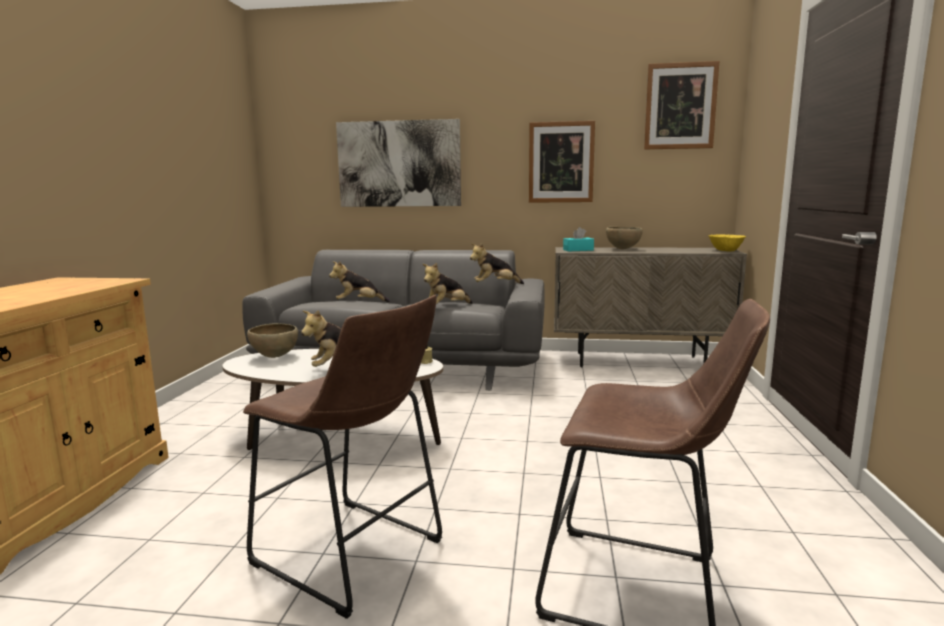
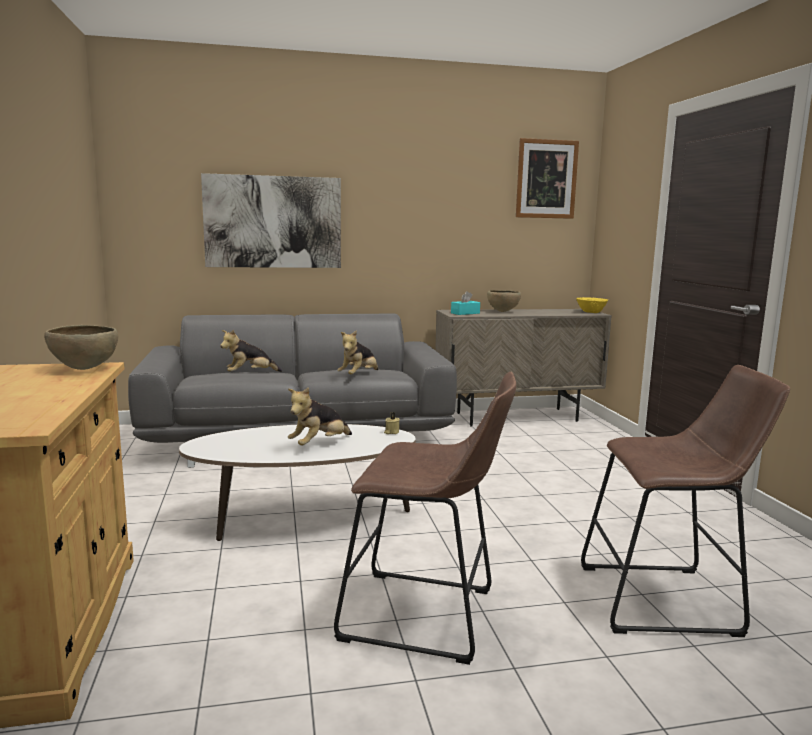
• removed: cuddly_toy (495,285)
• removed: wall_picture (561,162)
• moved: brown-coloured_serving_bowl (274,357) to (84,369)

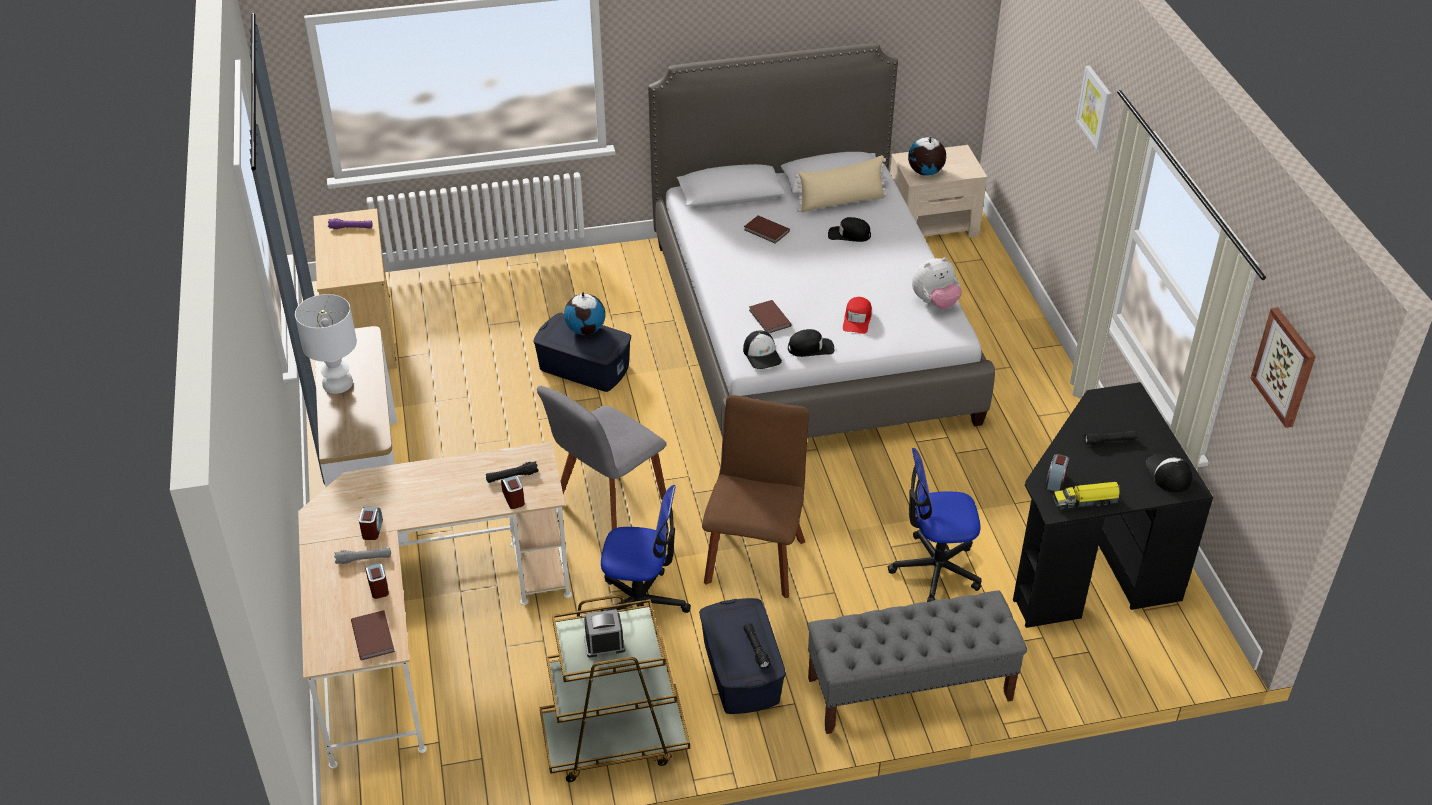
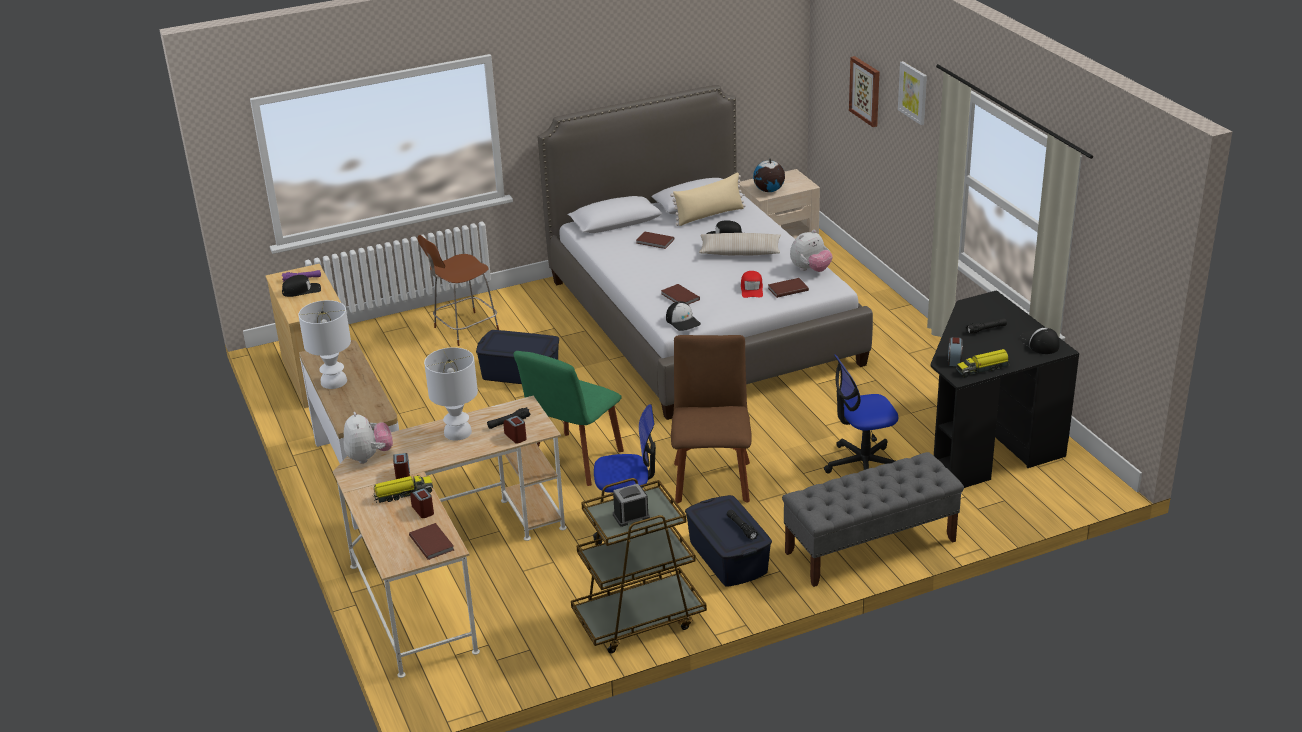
• removed: world_globe (586,330)
• added: cuddly_toy (369,457)
• added: brown-coloured_chair (464,329)
• added: white-coloured_lamp_for_a_table (458,433)
• added: beige_cushion (740,252)
• added: brown-coloured_bound_book (787,289)
• moved: black-coloured_cap (810,348) to (301,290)
• moved: wall_picture (1285,367) to (865,91)
• replaced: gray_hand_torch (364,559) to toy_lorry (403,494)
• recoloured: gray_chair (607,503) to green-coloured_chair (573,461)

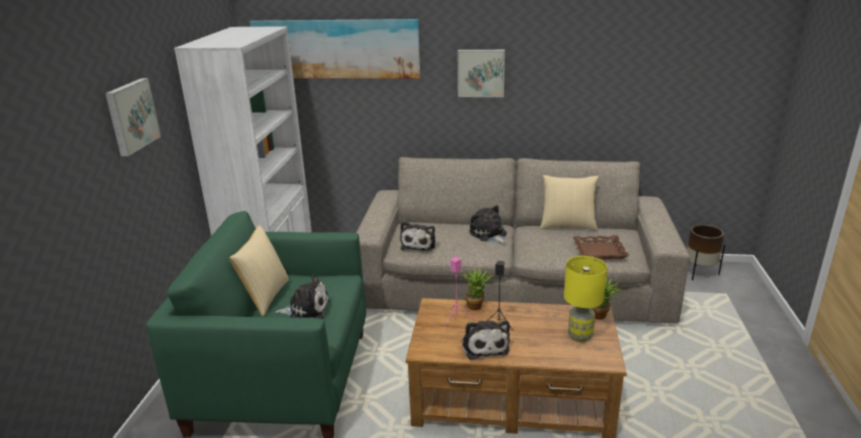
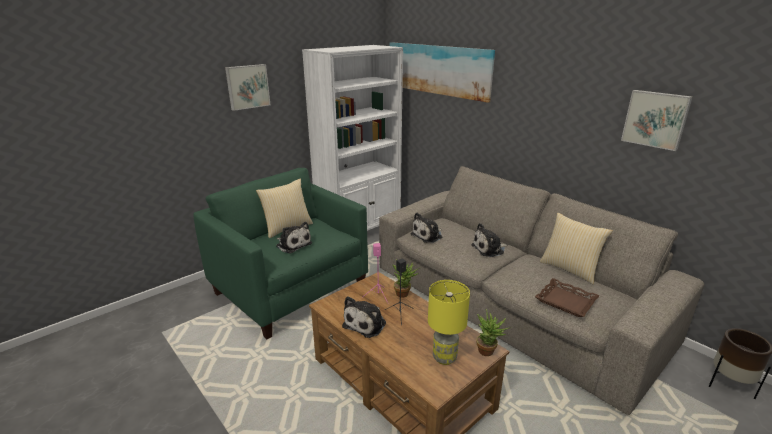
• moved: wall_picture (481,73) to (655,119)
• turned: cuddly_toy (489,234) = (489,249) 120 degrees counterclockwise

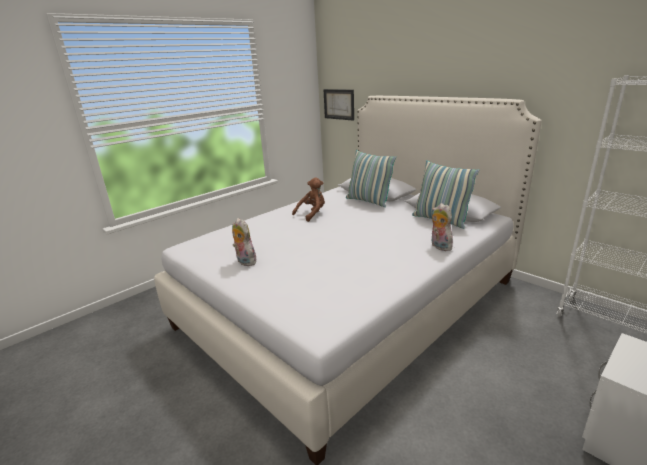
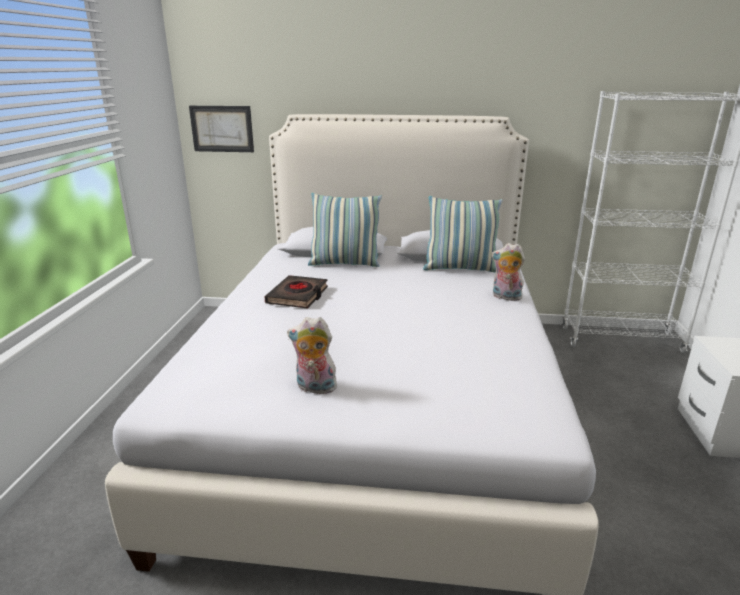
• replaced: brown-coloured_cuddly_toy (312,214) to black-coloured_bound_book (298,296)

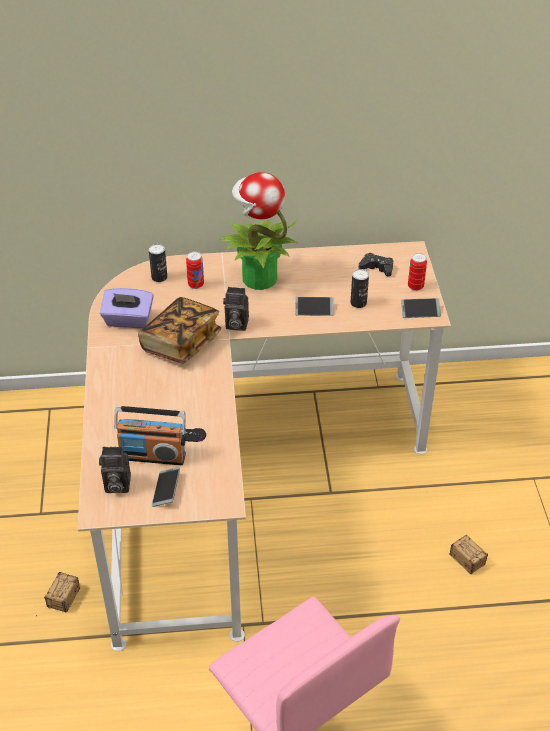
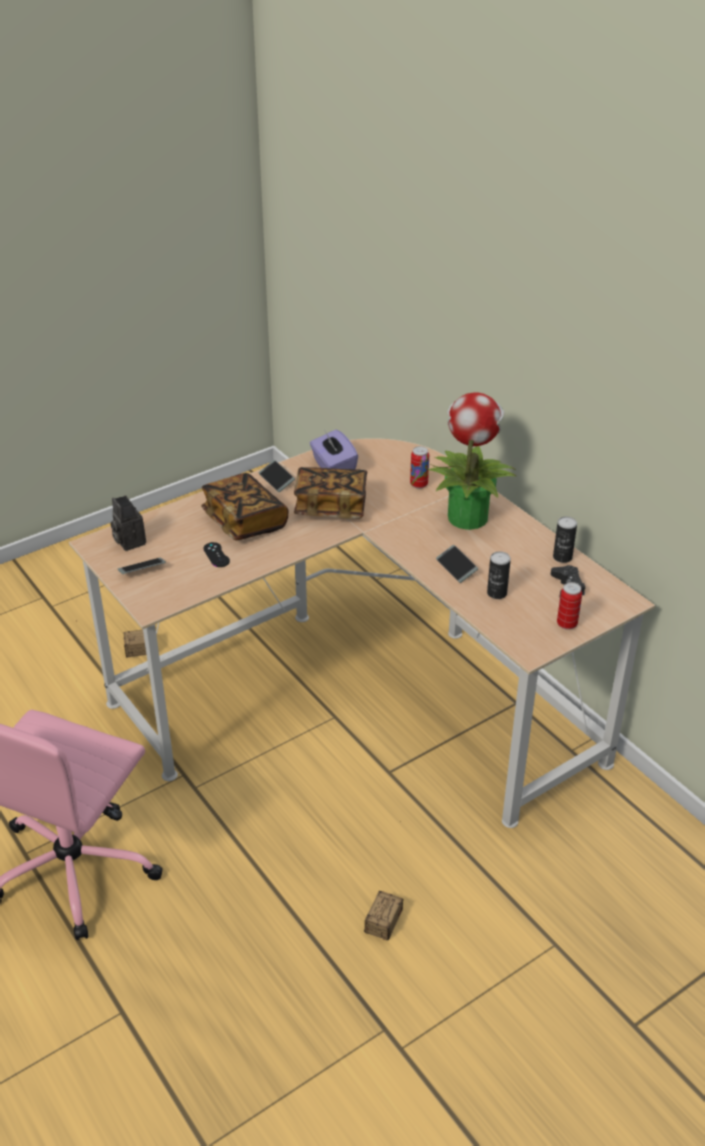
• removed: radio (153,455)
• removed: still_camera (235,324)
• added: bound_book (245,521)
• moved: sealed_can (159,277) to (562,557)
• moved: handset (420,311) to (276,480)

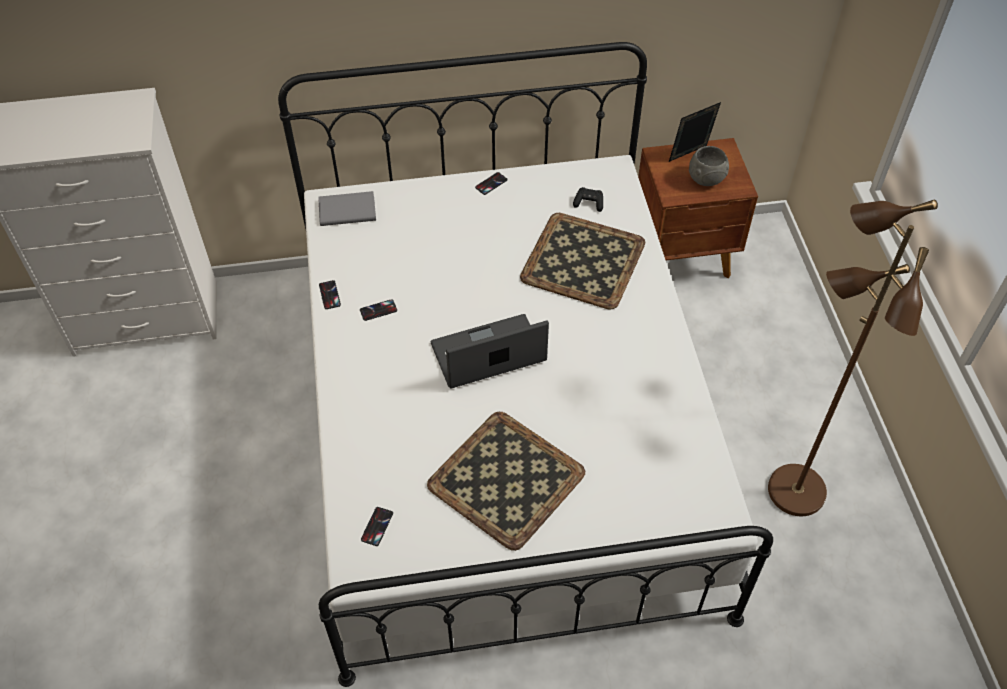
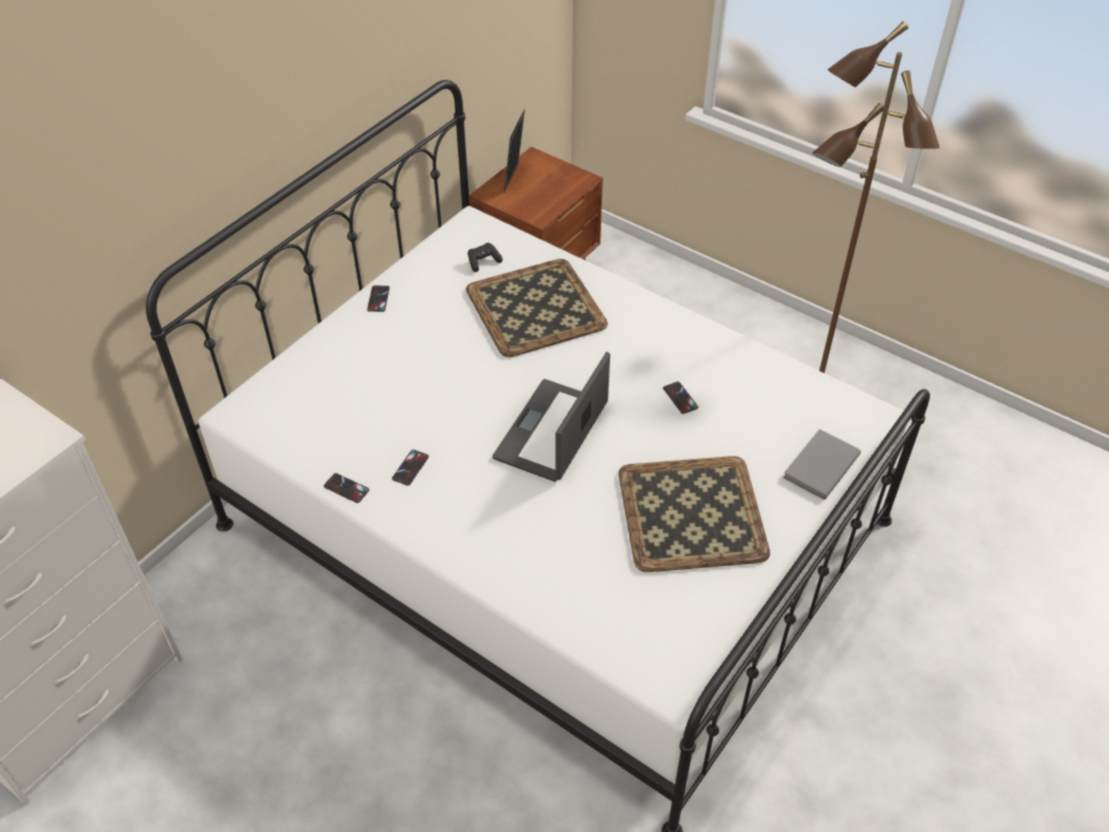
• removed: gray_serving_bowl (705,179)
• moved: gray_bound_book (346,210) to (819,466)
• moved: handset (377,526) to (680,398)

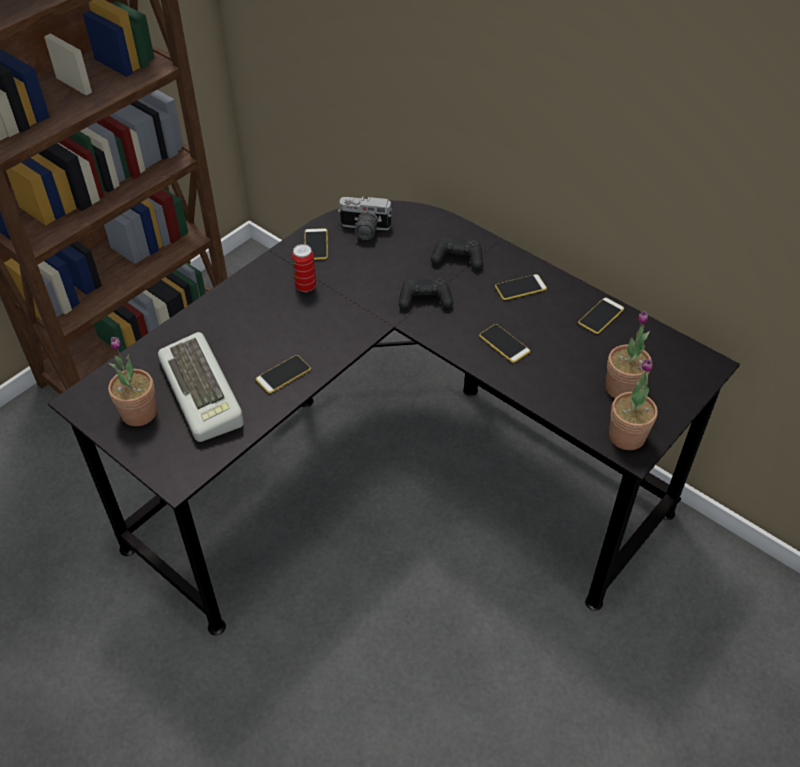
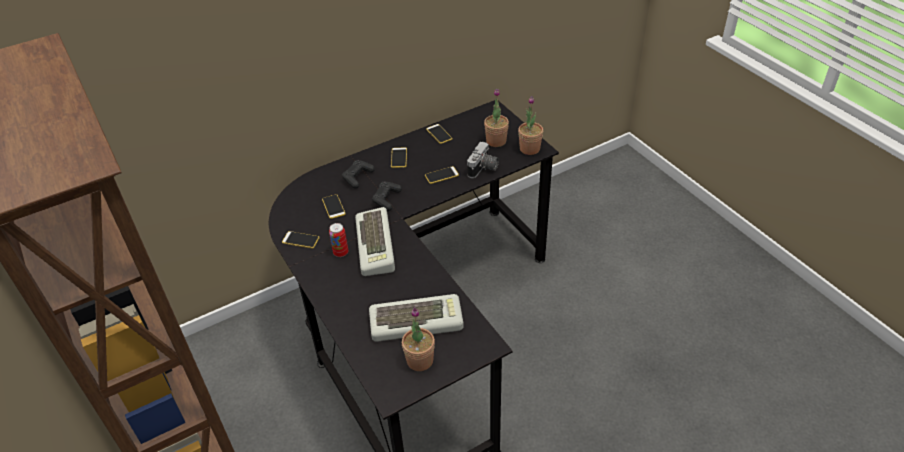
• added: keyboard (377,246)
• moved: handset (283,374) to (333,207)
• moved: still_camera (364,230) to (483,169)

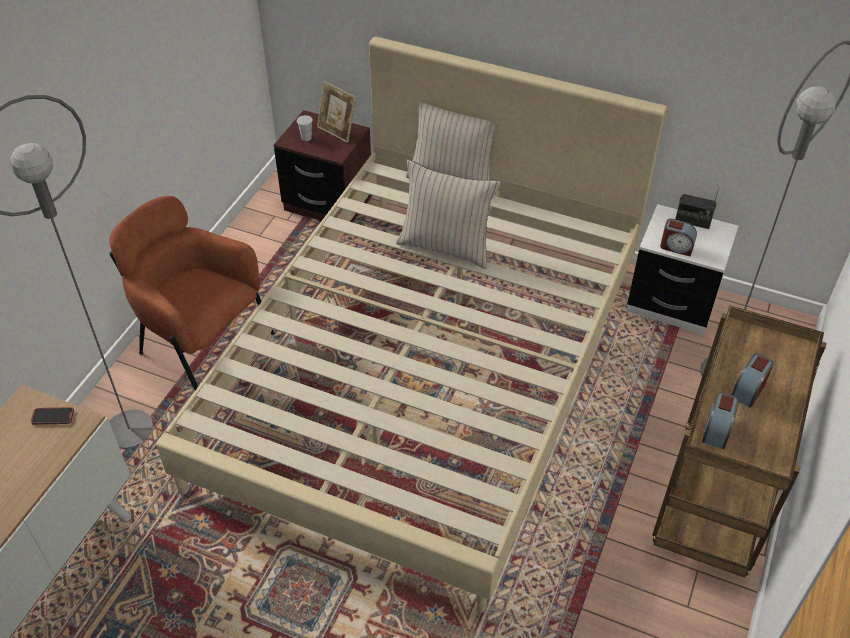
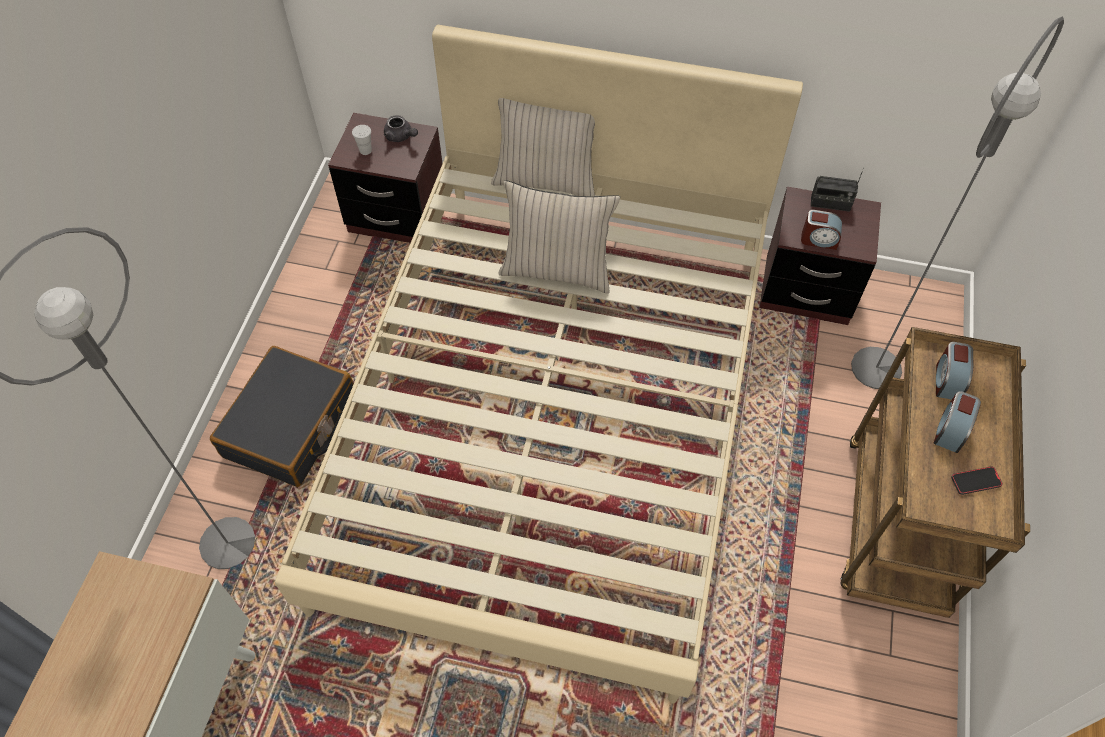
• moved: handset (53,417) to (975,481)
• moved: bedside_clock (716,430) to (947,380)
• replaced: brown-coloured_lounge_chair (202,349) to black-coloured_suitcase (291,426)
• replaced: photo_frame (337,131) to gray_teapot (401,137)
• recoloured: white-coloured_nightstand (671,303) to brown-coloured_nightstand (806,290)

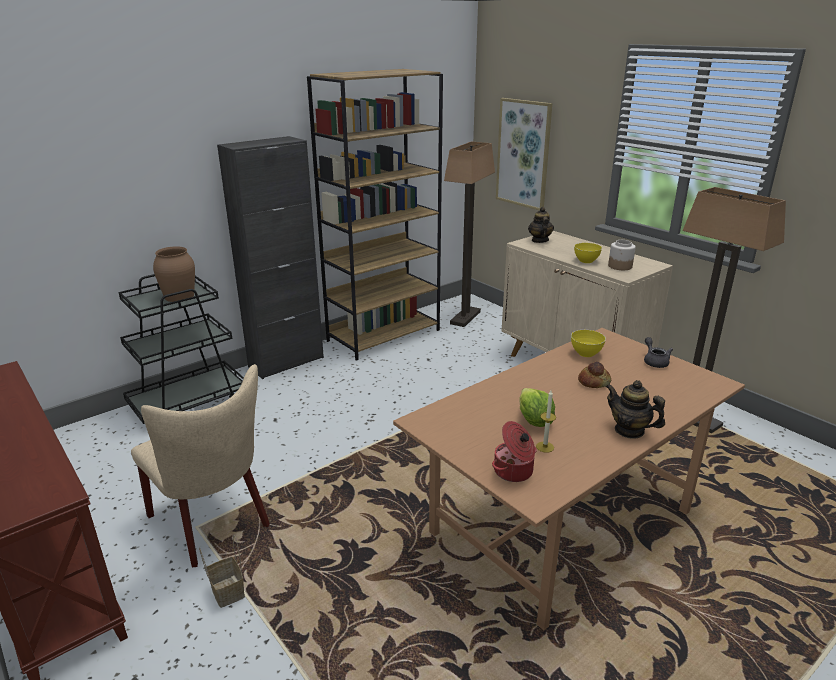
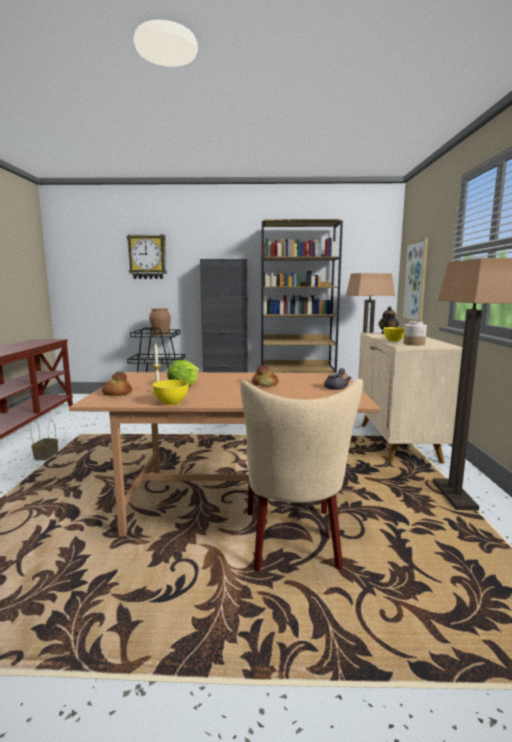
• removed: teapot (629,430)
• added: wall_clock (147,257)
• moved: beige_chair (214,524) to (293,544)
• moved: yellow_serving_bowl (586,353) to (171,403)
• replaced: saucepot (514,471) to bakery_bread (116,393)

